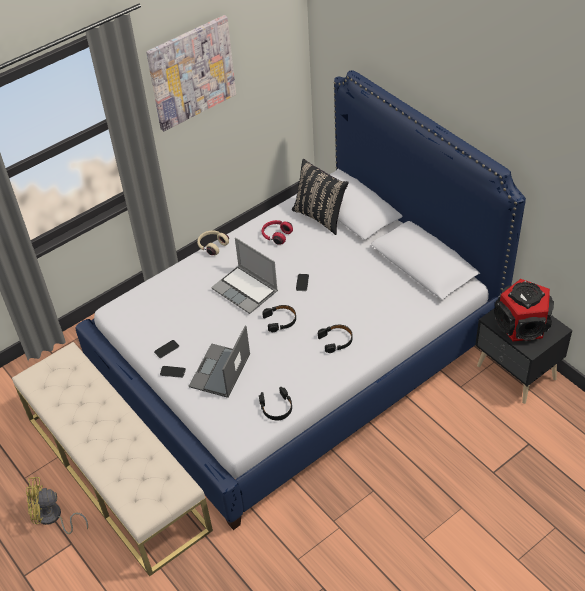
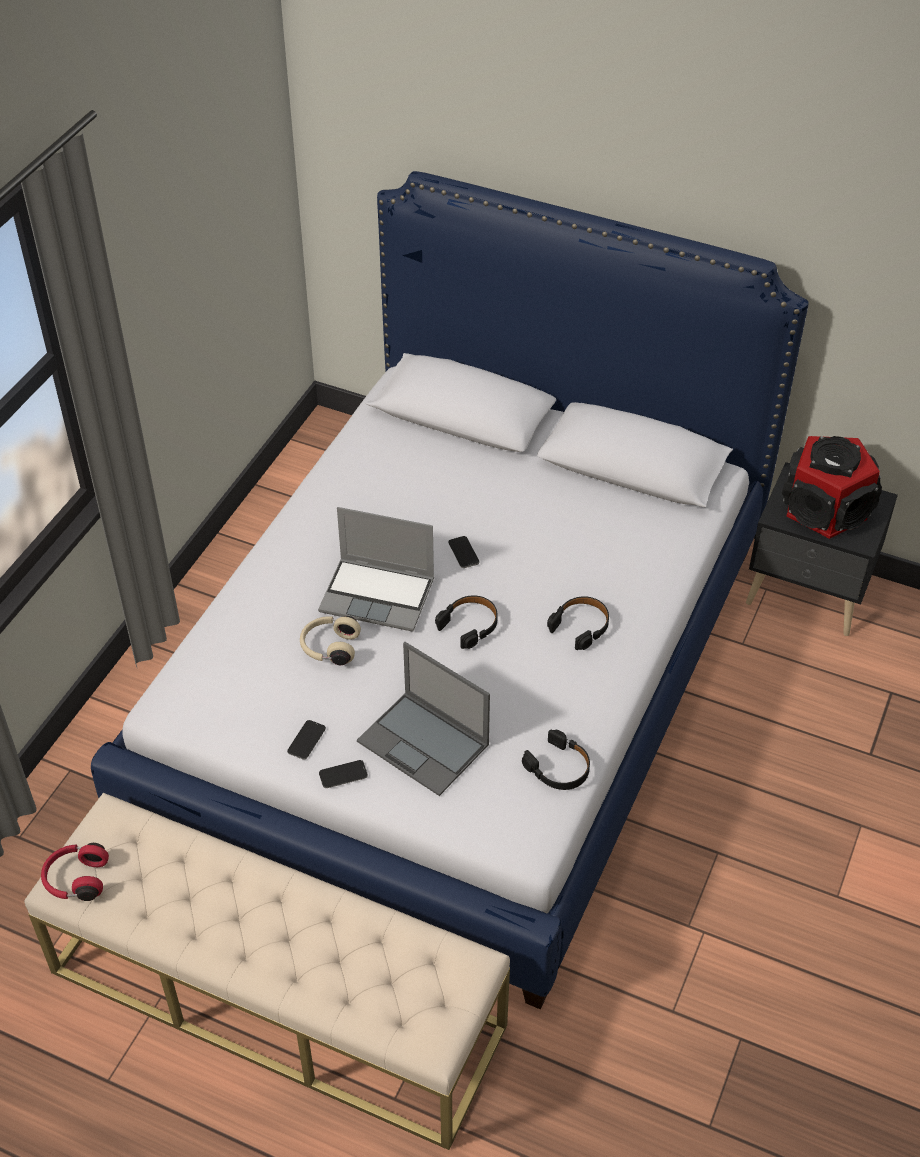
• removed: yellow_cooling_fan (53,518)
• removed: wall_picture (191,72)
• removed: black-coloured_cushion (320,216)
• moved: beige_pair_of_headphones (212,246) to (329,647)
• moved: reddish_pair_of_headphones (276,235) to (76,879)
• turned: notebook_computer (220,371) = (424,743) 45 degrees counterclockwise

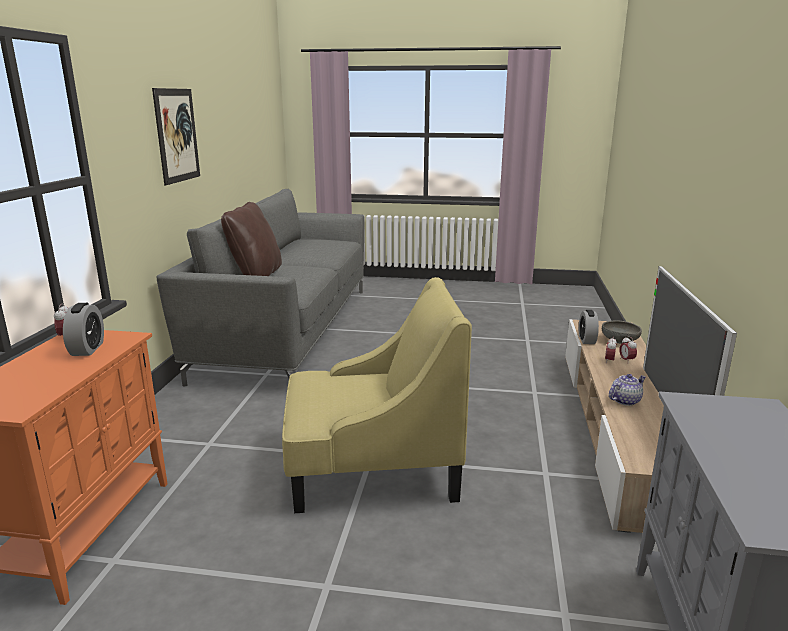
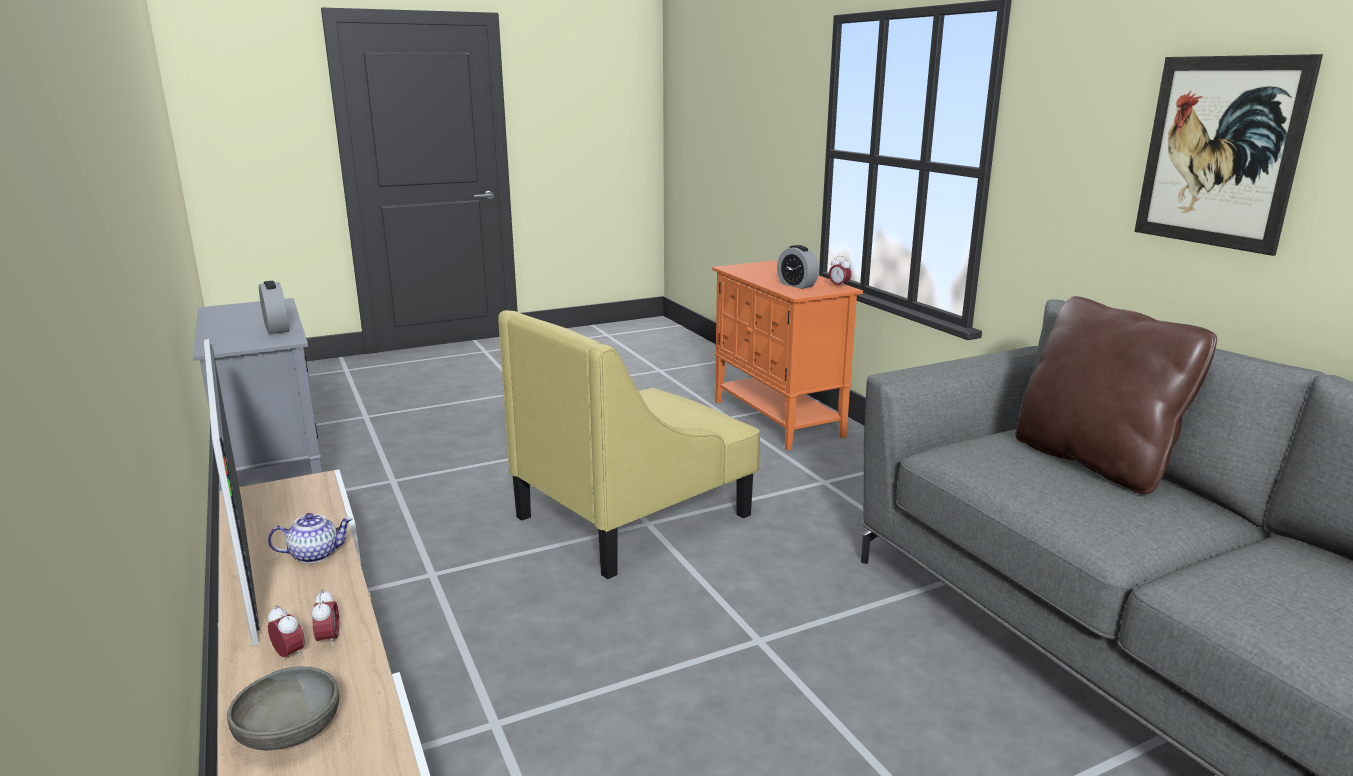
• moved: bedside_clock (586,340) to (276,329)
• turned: teapot (625,400) = (315,554) 135 degrees counterclockwise

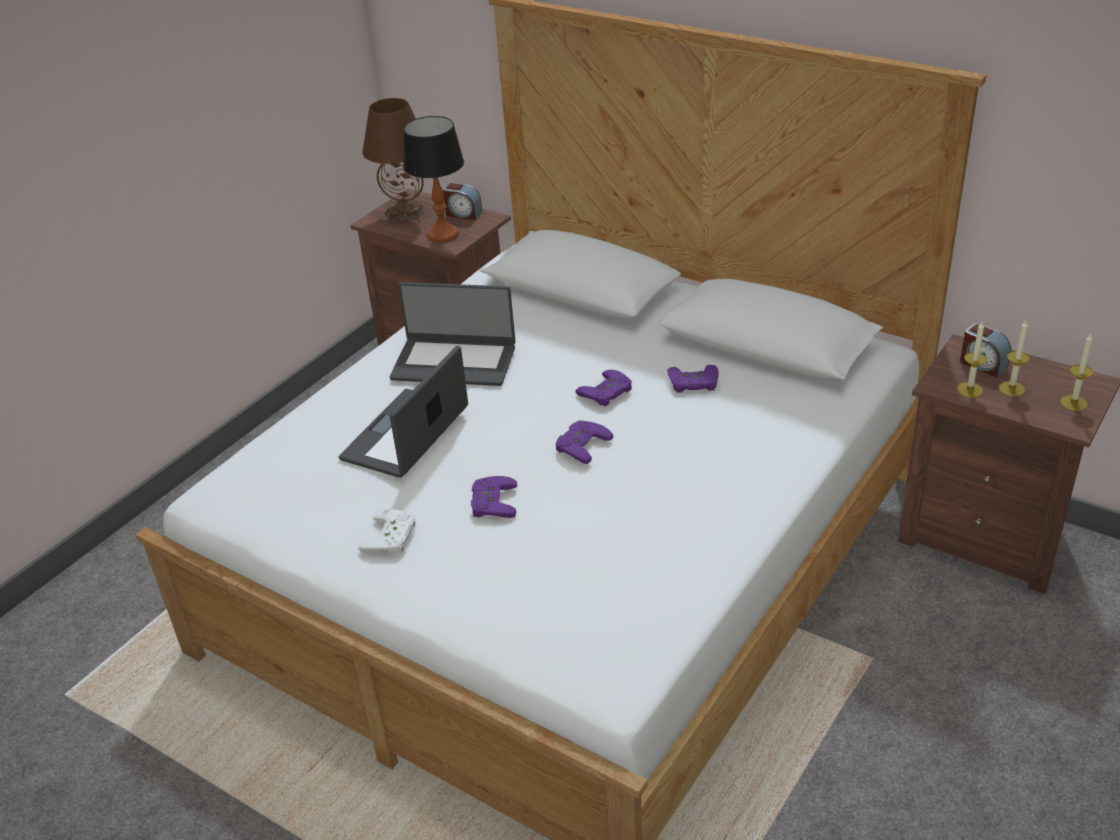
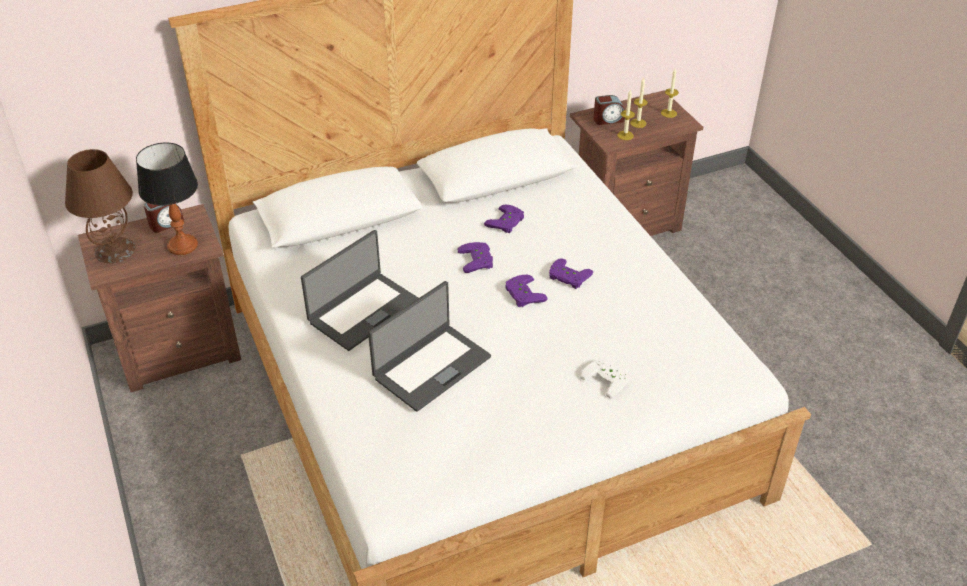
• moved: white-coloured_joypad (392,537) to (608,378)
• moved: purple_joypad (490,501) to (568,277)
• turned: notebook_computer (407,434) = (431,367) 105 degrees counterclockwise

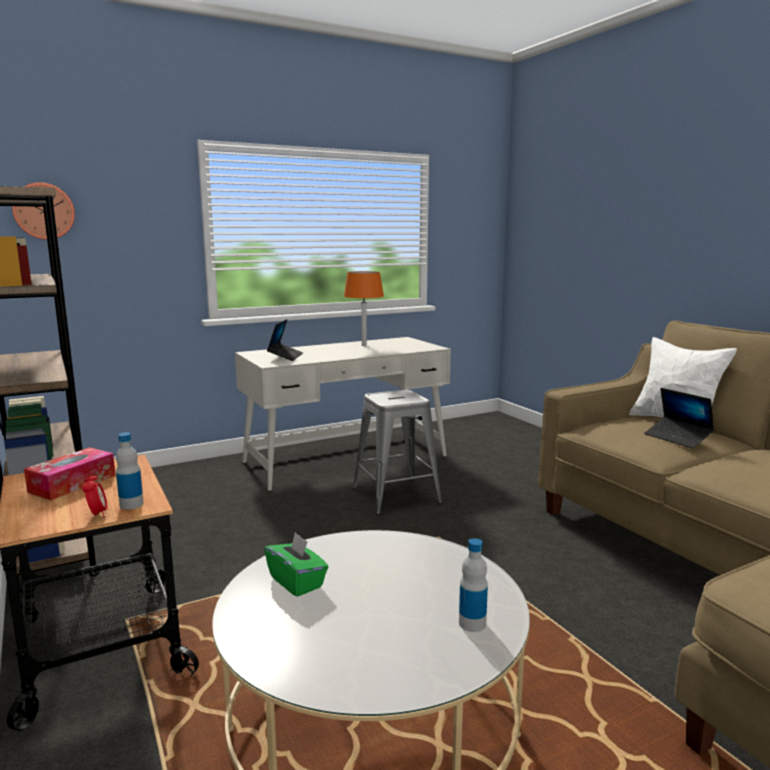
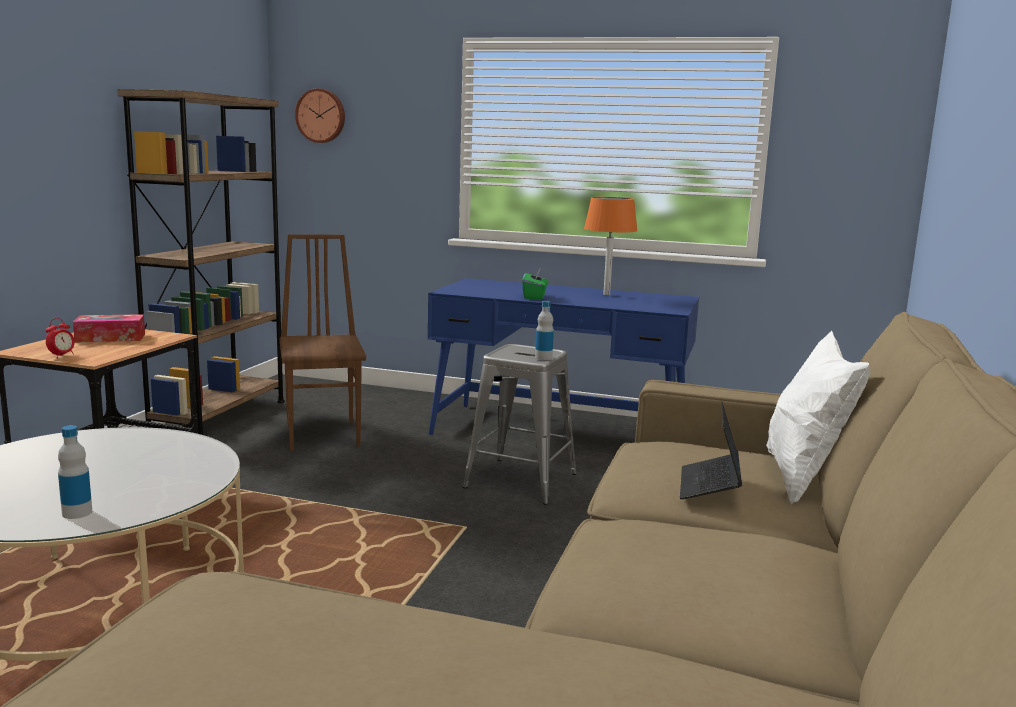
• removed: notebook_computer (285,356)
• added: brown-coloured_chair (324,435)
• moved: drink_bottle (131,504) to (543,357)
• moved: green-coloured_tissue_box (297,582) to (535,297)
• recoloured: white-coloured_desk (346,458) to blue_desk (559,434)

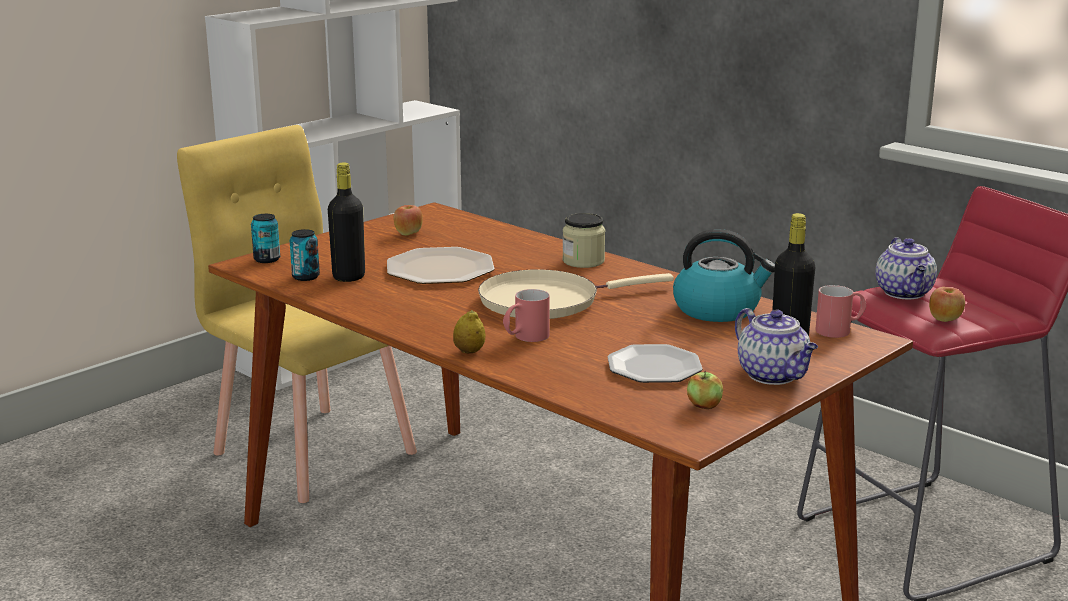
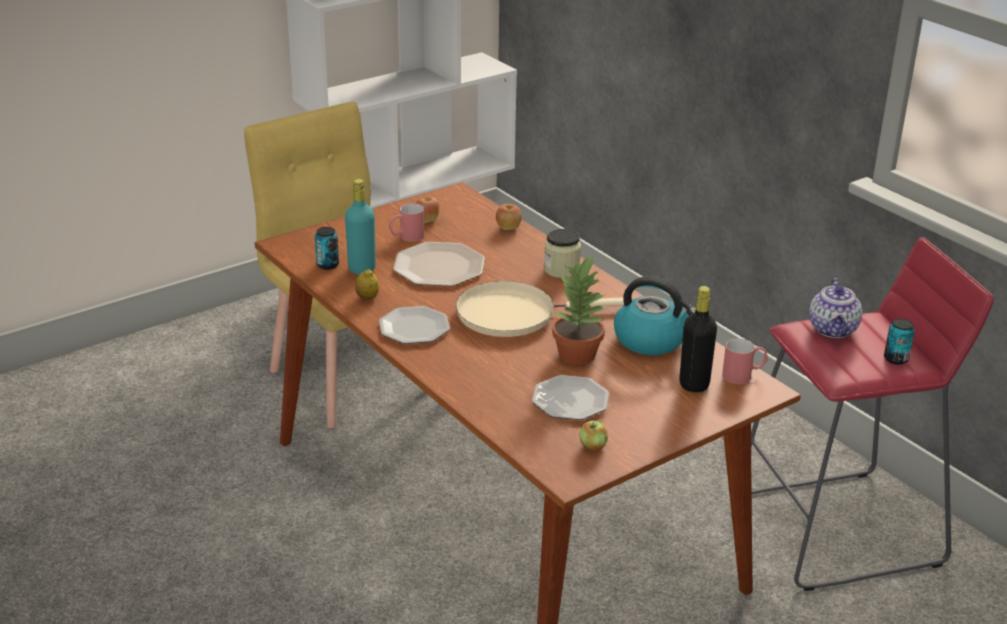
• removed: teapot (774,376)
• added: plate (415,328)
• added: plant_in_a_pot (578,355)
• moved: sealed_can (267,259) to (895,359)
• moved: citrus_fruit (469,351) to (367,298)
• moved: reddish_mug (525,338) to (406,237)
• moved: apple_fruit (945,319) to (508,228)
• recoloured: black-coloured_drink_bottle (349,277) to blue-green_drink_bottle (362,268)

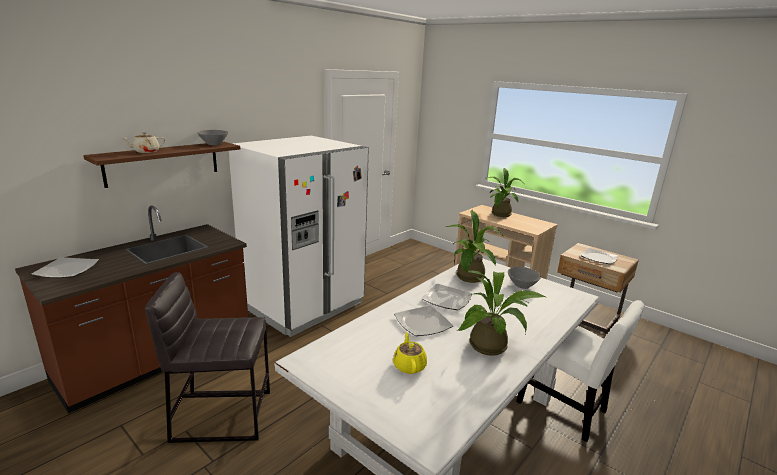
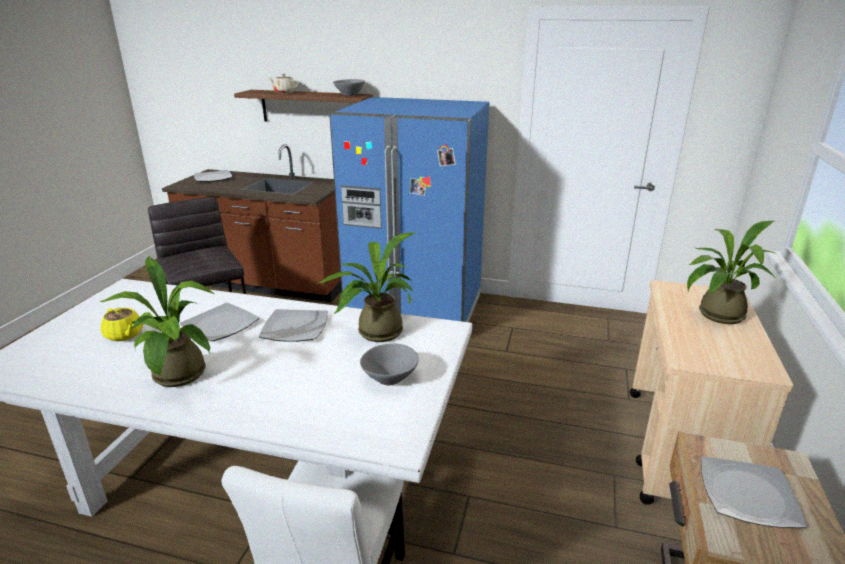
• recoloured: white-coloured_fridge (304,305) to blue_fridge (415,310)
• turned: yellow_teapot (409,365) = (124,335) 75 degrees clockwise

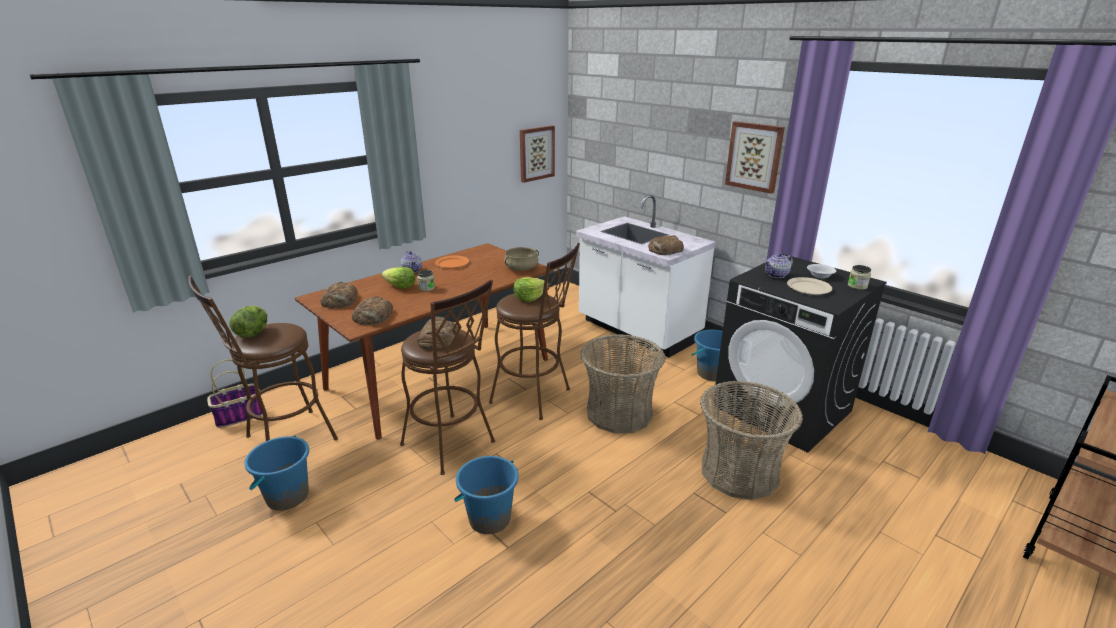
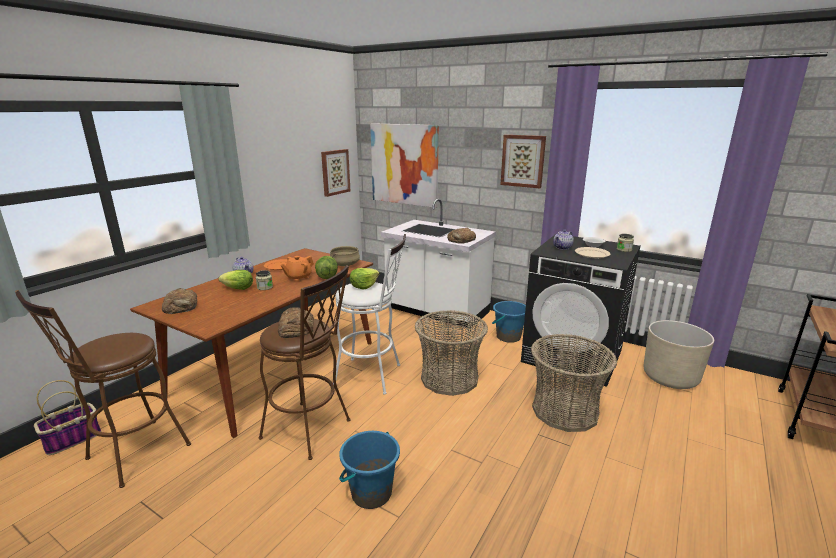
• removed: blue_bucket (287,496)
• removed: bakery_bread (373,316)
• added: orange_teapot (298,277)
• added: wall_picture (404,164)
• added: beige_planter (670,377)
• moved: head_of_lettuce (253,333) to (327,277)
• recoloured: brown-coloured_sitting_stool (536,398) to white-coloured_sitting_stool (373,376)

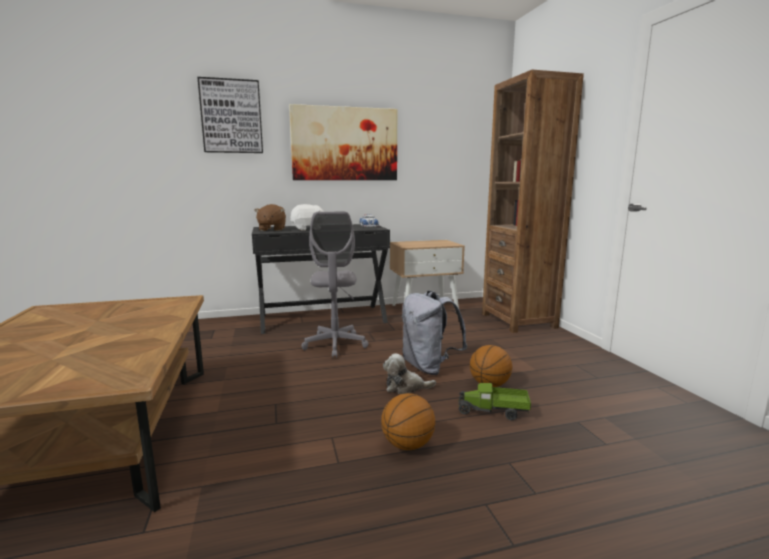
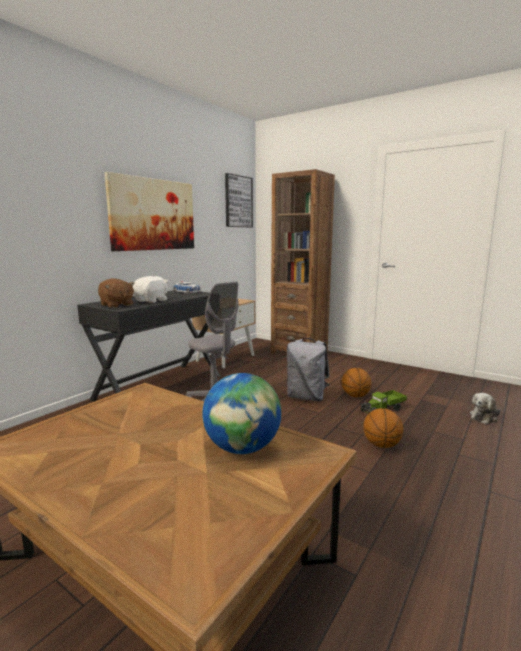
• added: world_globe (242,448)
• moved: wall_picture (231,116) to (238,201)
• moved: cuddly_toy (405,387) to (484,417)

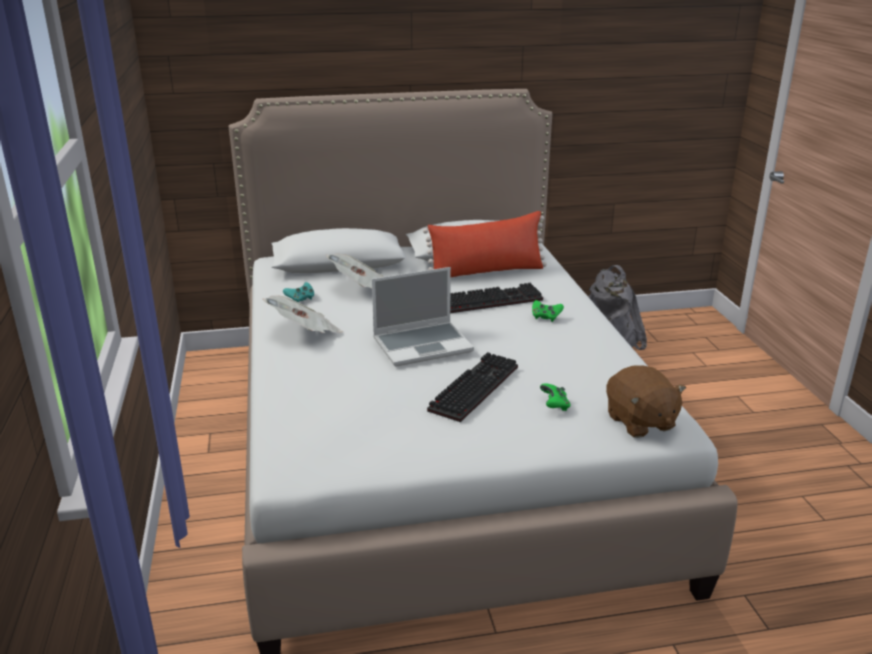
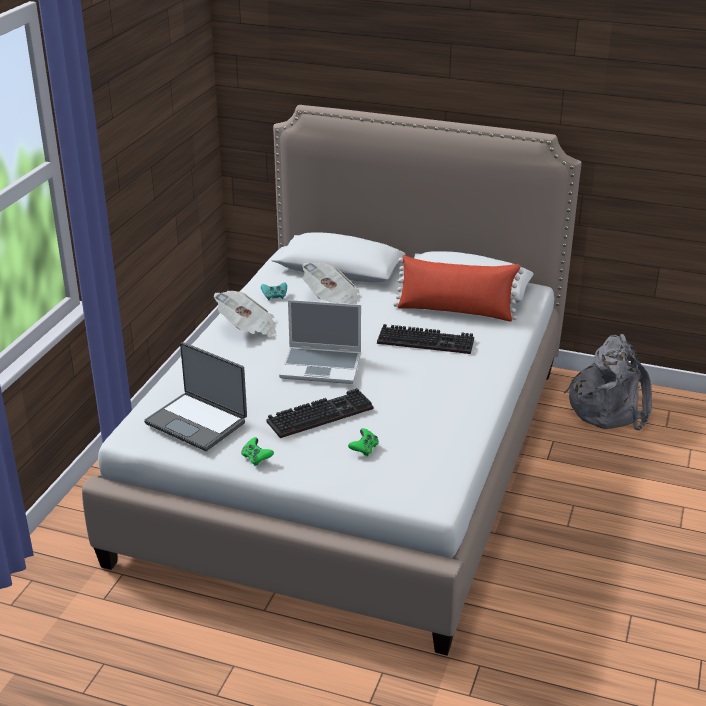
• removed: brown-coloured_cuddly_toy (640,422)
• added: notebook_computer (197,422)
• moved: green-coloured_joypad (545,317) to (256,458)

